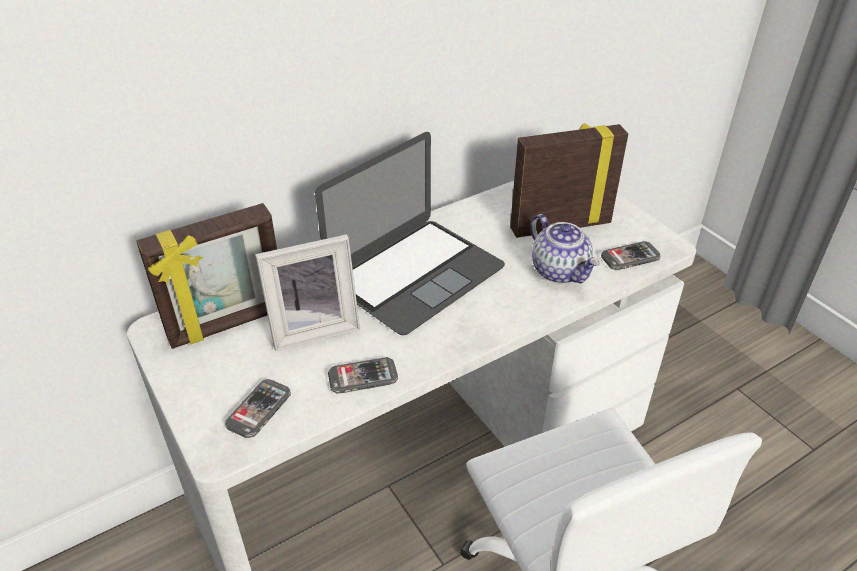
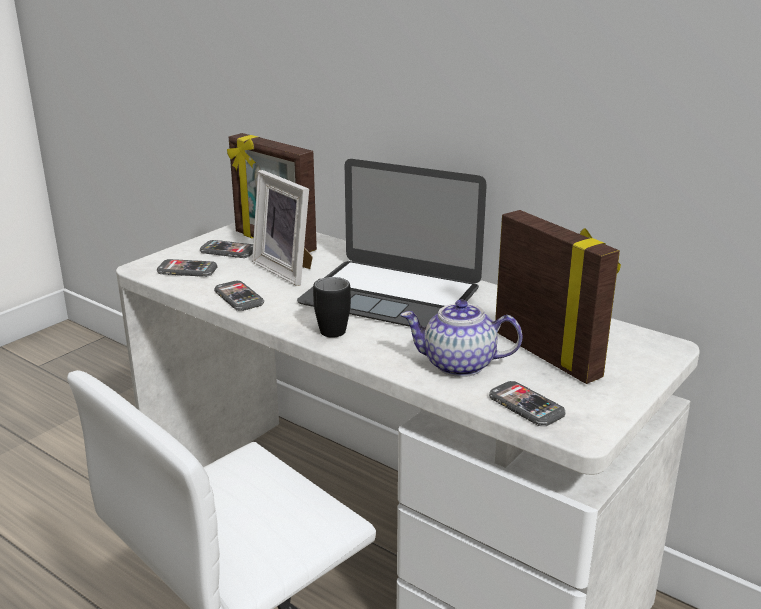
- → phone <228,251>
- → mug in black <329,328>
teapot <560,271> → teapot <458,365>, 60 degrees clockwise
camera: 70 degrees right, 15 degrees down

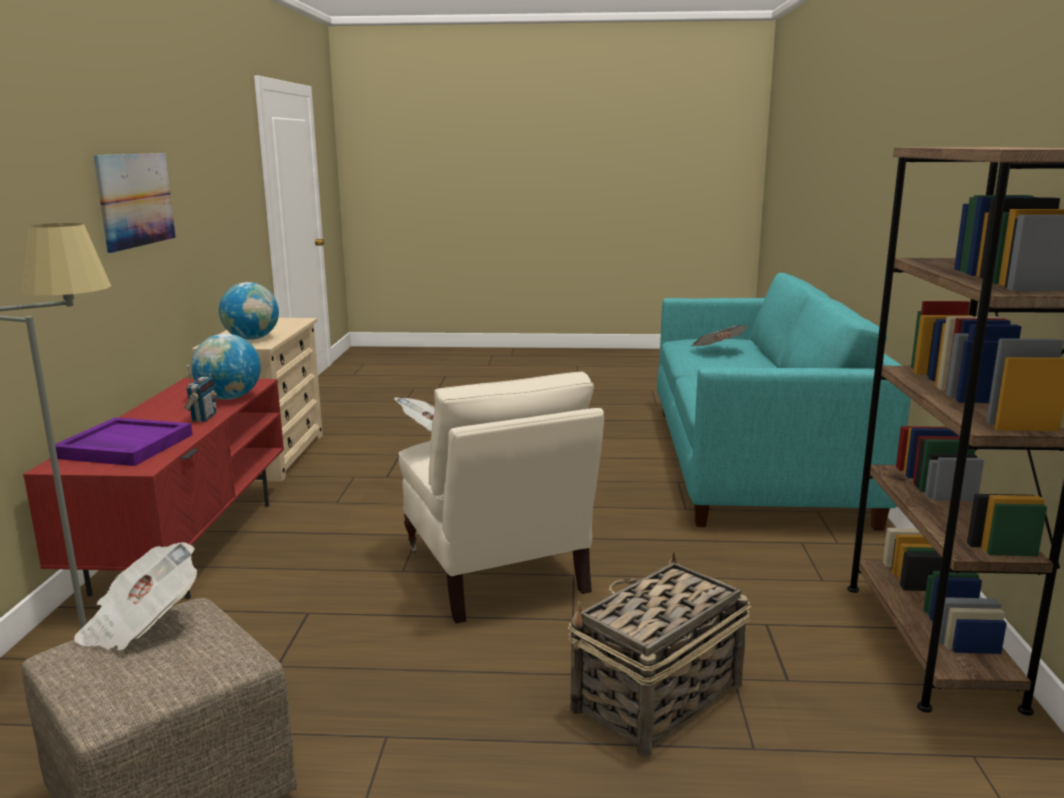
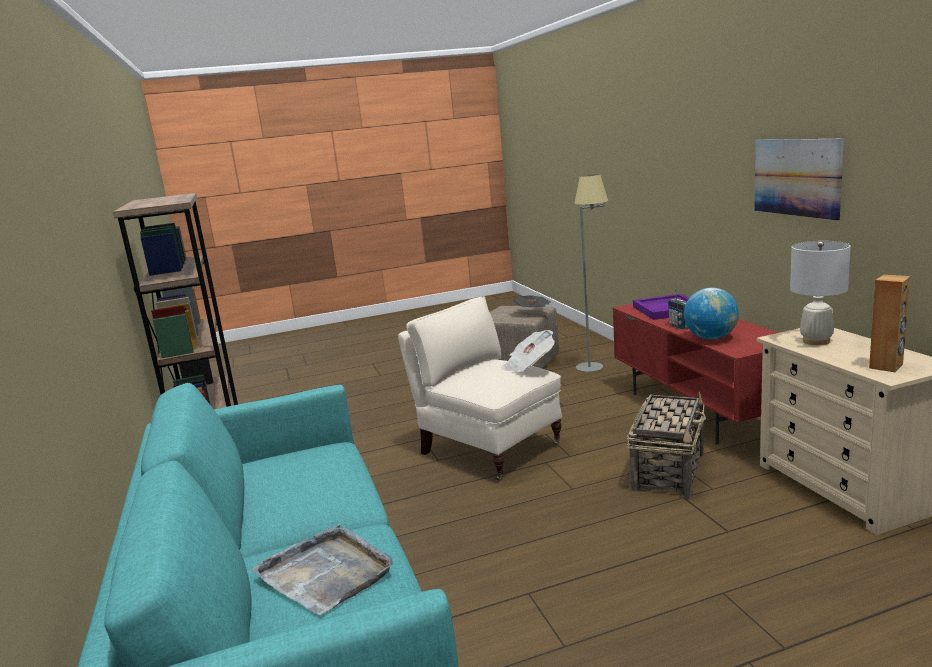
newspaper <717,351> → tray in grey <327,572>
basket <656,698> → basket <668,470>, relocated
globe <252,339> → table lamp in white <815,341>
- → speaker in brown <886,366>
camera: 160 degrees right, 0 degrees up

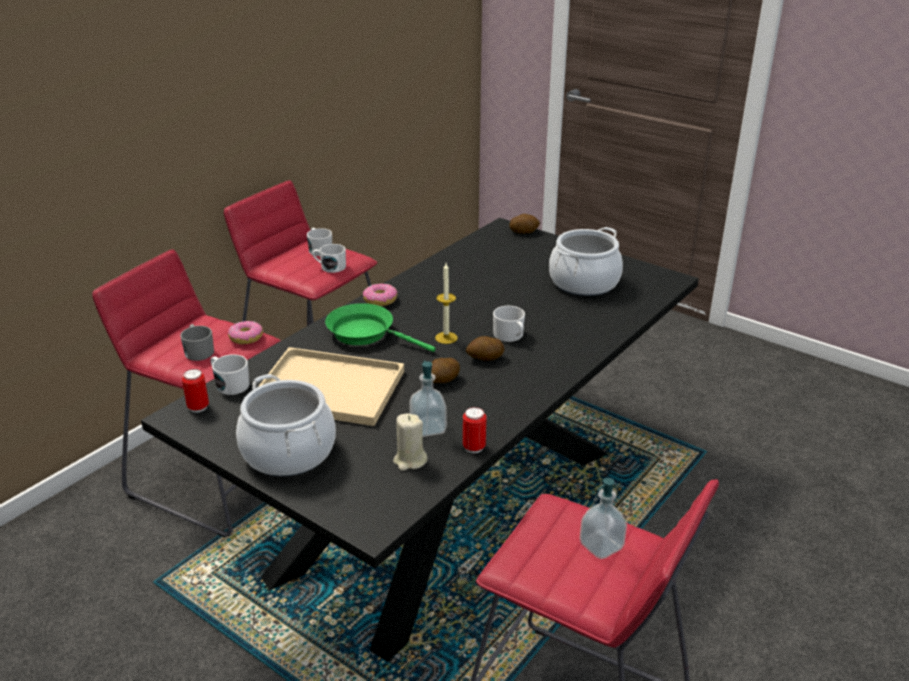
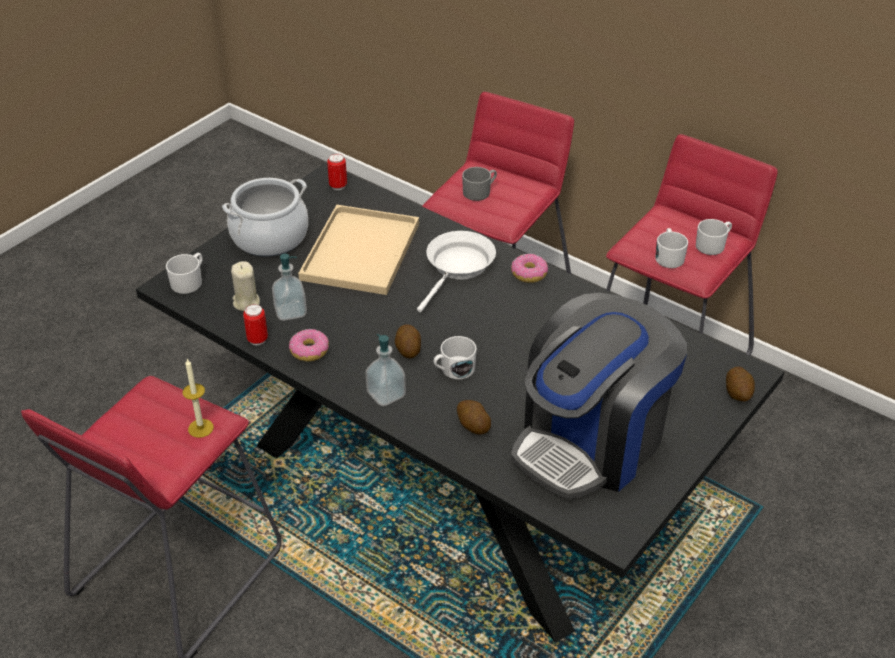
mug in white <229,384> → mug in white <189,281>, relocated
candle <446,338> → candle <200,428>, relocated
donut <246,338> → donut <309,351>, relocated
soap dispenser <601,546> → soap dispenser <386,394>, relocated
frying pan in green <366,333> → frying pan in white <458,267>
potato <442,381> → potato <473,425>, relocated
cooking pot <583,282> → coffee machine <591,442>
camera: 90 degrees right, 10 degrees up

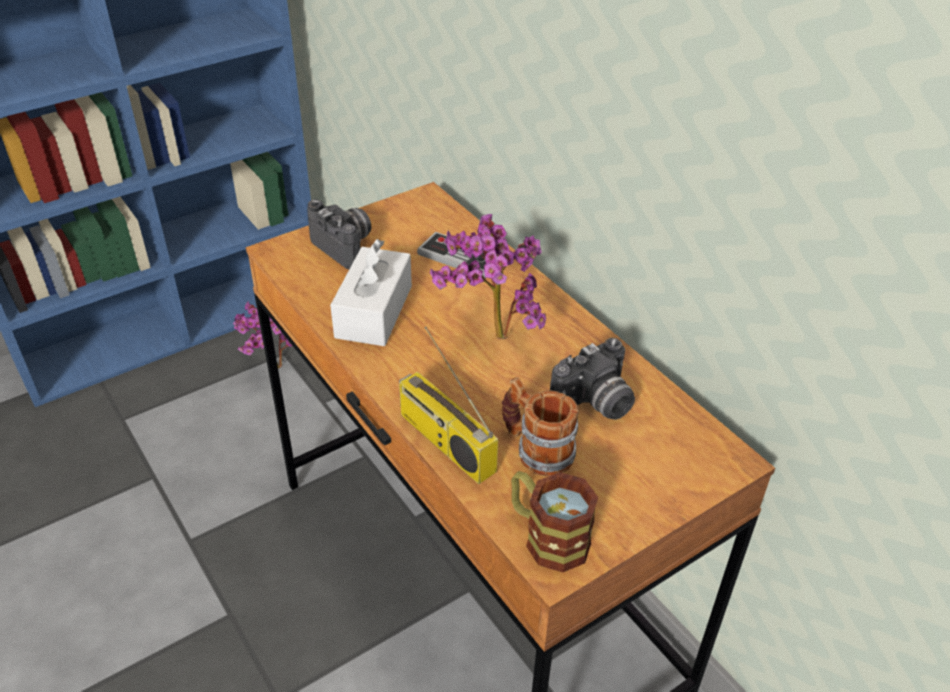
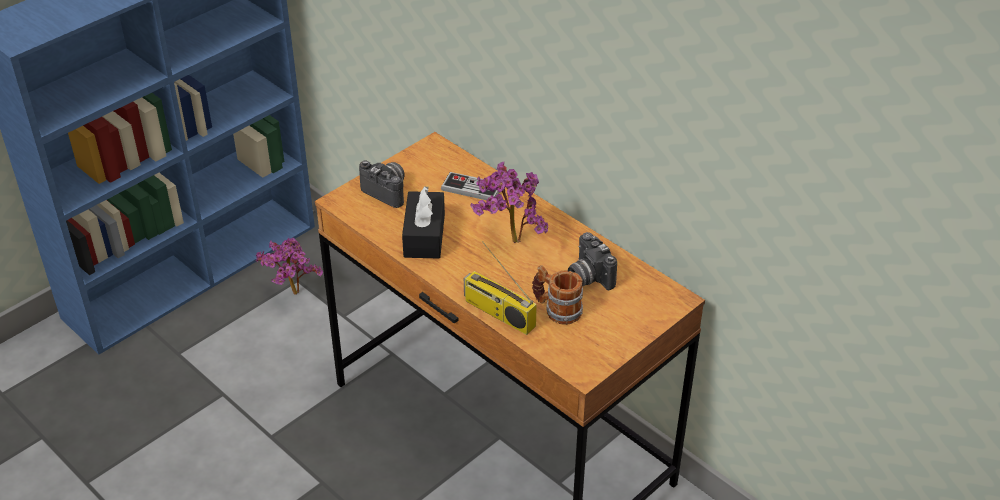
tissue box in white <374,311> → tissue box in black <424,235>
photo camera <594,405> → photo camera <587,277>, 105 degrees clockwise
mug <547,536> → -
camera: 10 degrees left, 0 degrees up

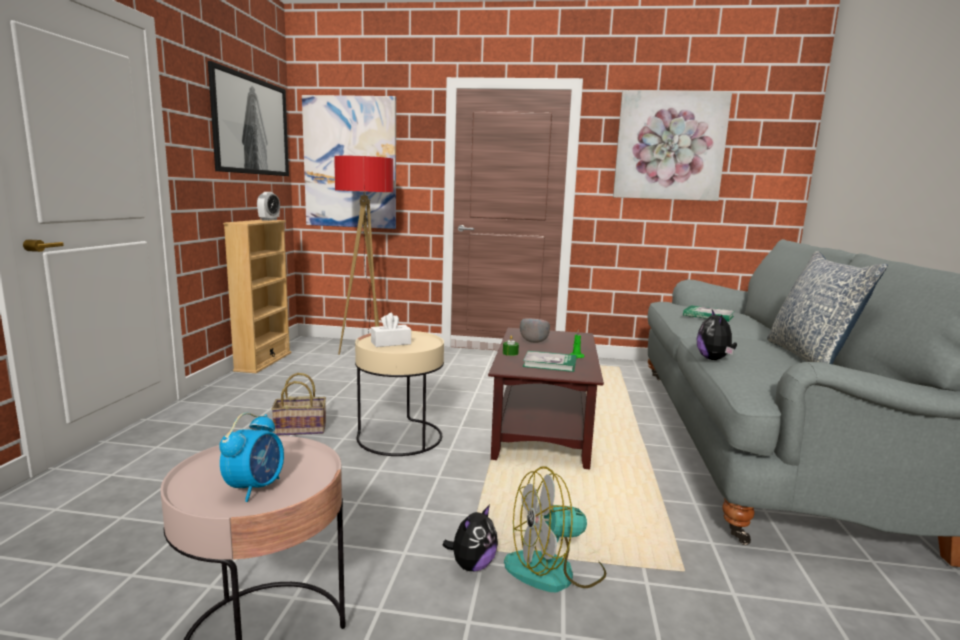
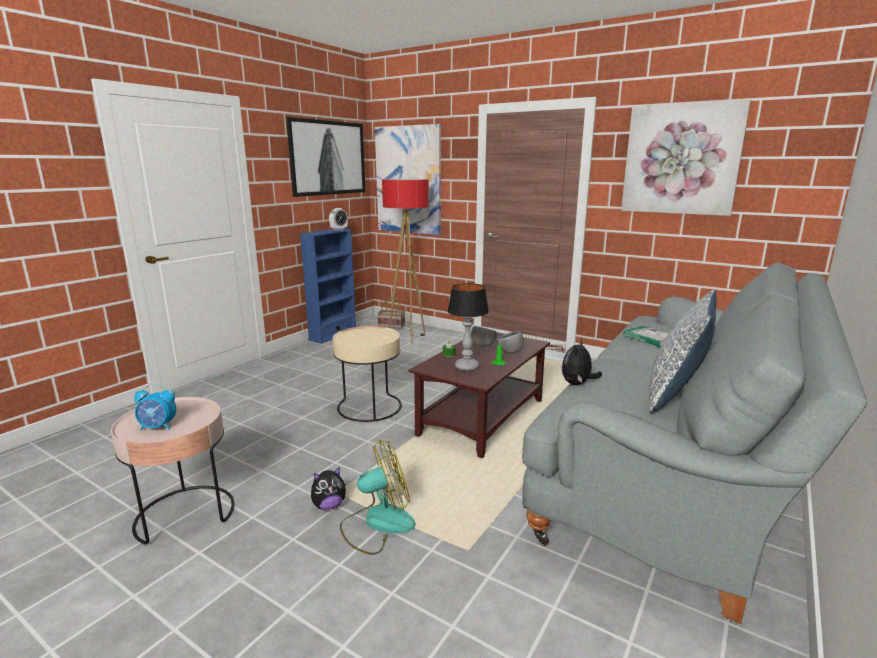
alarm clock <255,487> → alarm clock <158,427>, 45 degrees clockwise
bookcase in beige <263,361> → bookcase in blue <333,334>
fan <555,570> → fan <377,523>, 150 degrees clockwise
basket <301,429> → basket <392,326>, relocated
book <549,363> → table lamp <467,367>
- → bowl in grey <510,352>
tissue box in white <391,343> → -
camera: 25 degrees right, 5 degrees up

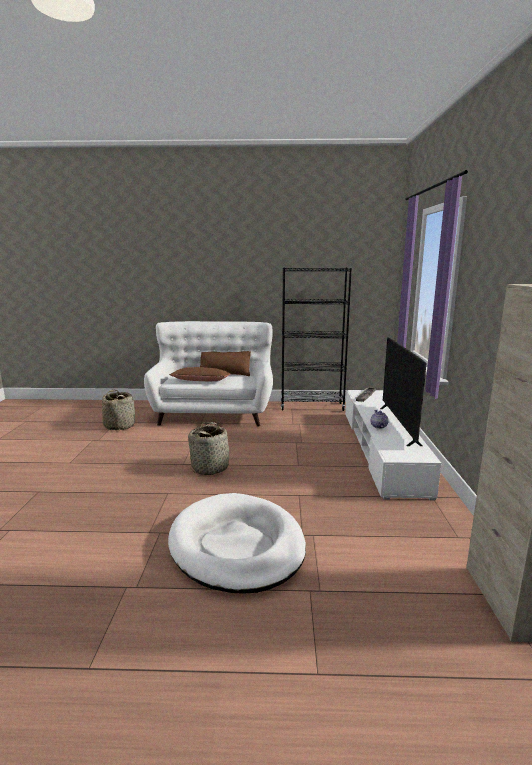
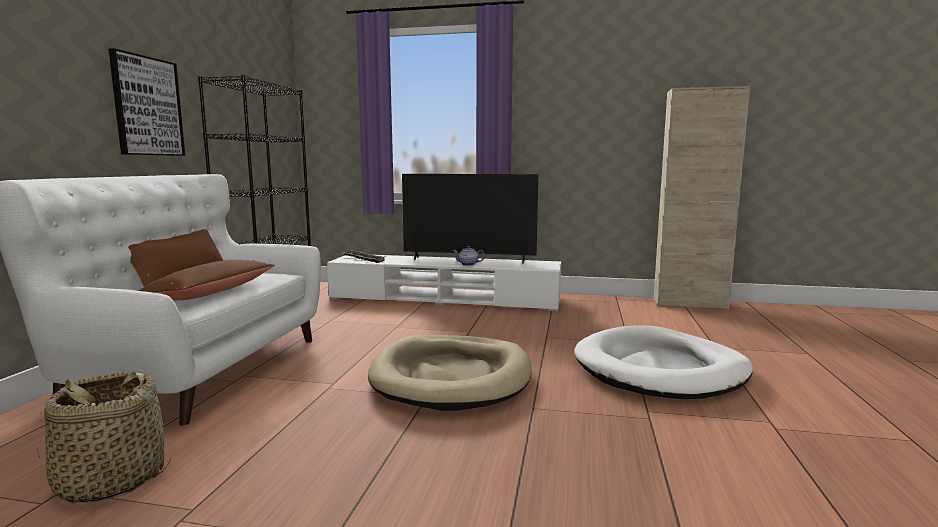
- → picture <147,106>
basket <210,467> → dog bed in beige <451,377>
camera: 80 degrees left, 5 degrees down

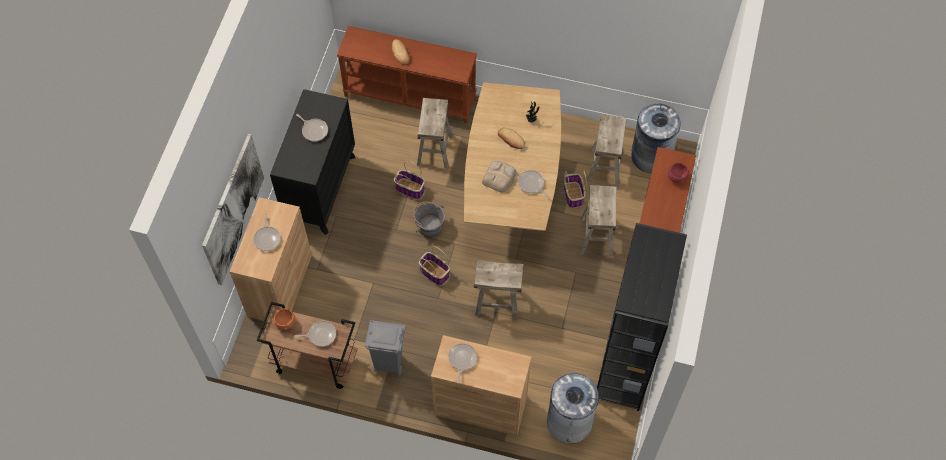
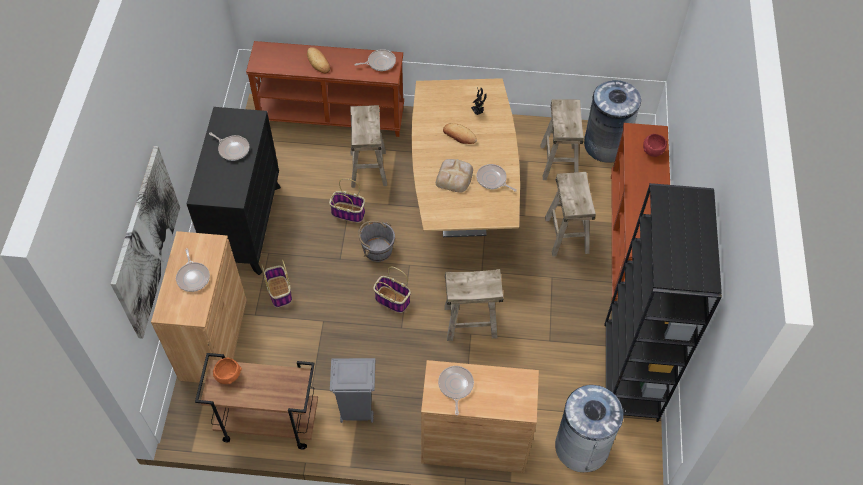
basket <573,195> → basket <279,292>, relocated
frying pan <320,335> → frying pan <380,62>, relocated
camera: 10 degrees left, 5 degrees down

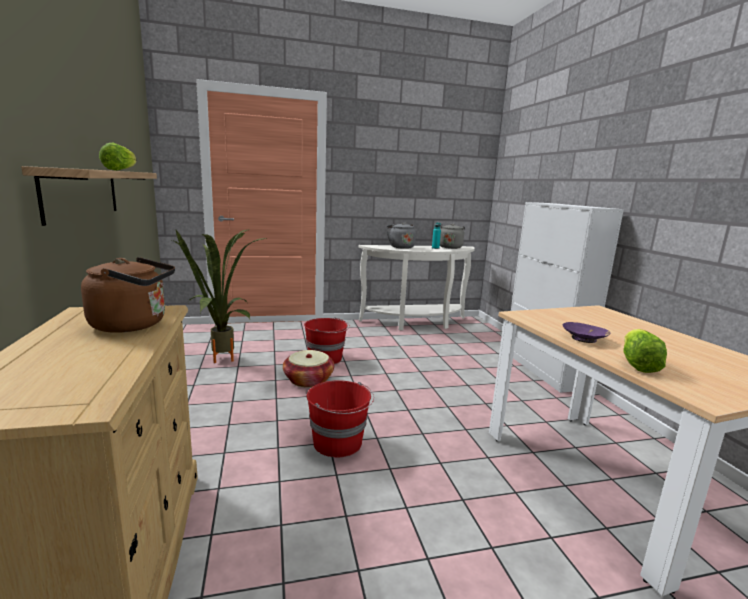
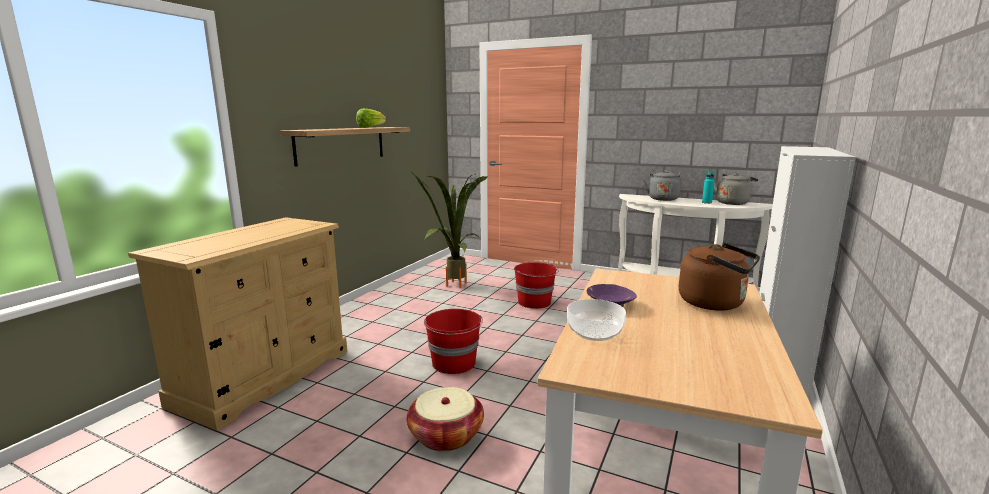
basket <308,380> → basket <446,435>, relocated
lettuce <637,364> → bowl <594,332>
kettle in brown <134,325> → kettle in brown <715,303>, relocated
camera: 40 degrees right, 0 degrees up

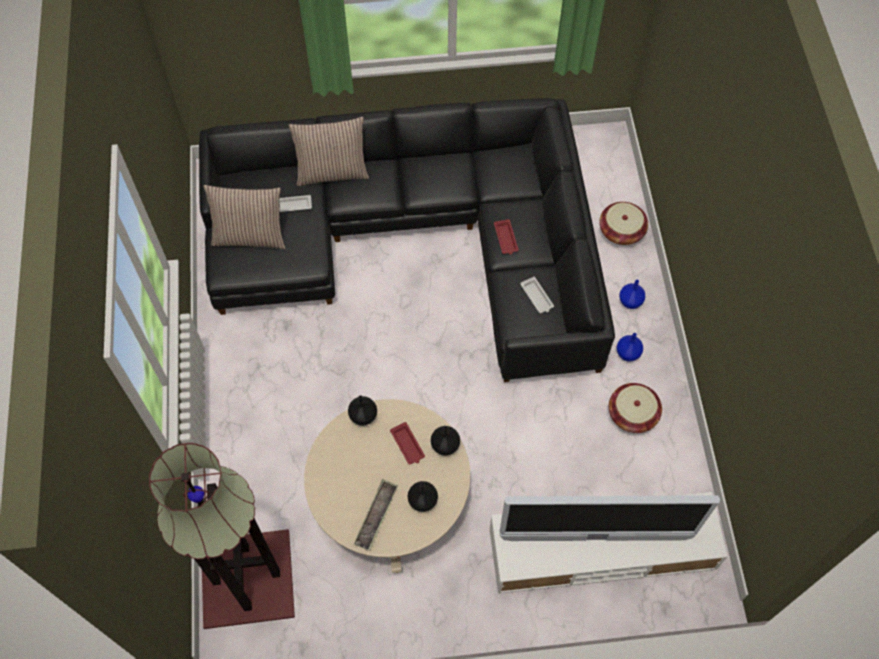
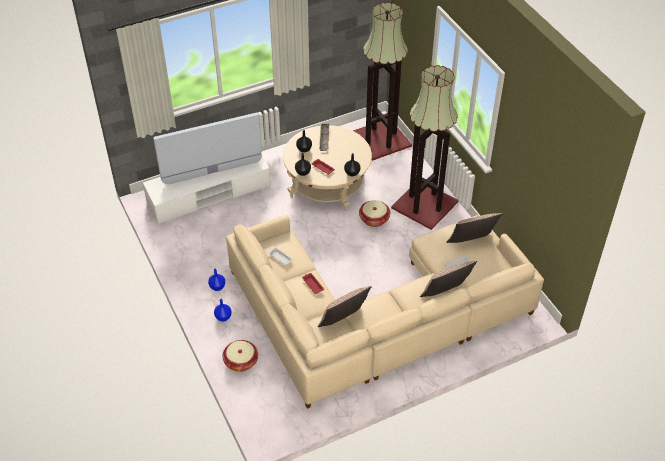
sofa in black <416,238> → sofa in beige <379,315>
- → pillow <344,321>
basket <632,414> → basket <374,219>, relocated
- → floor lamp <425,205>
camera: 160 degrees right, 15 degrees down

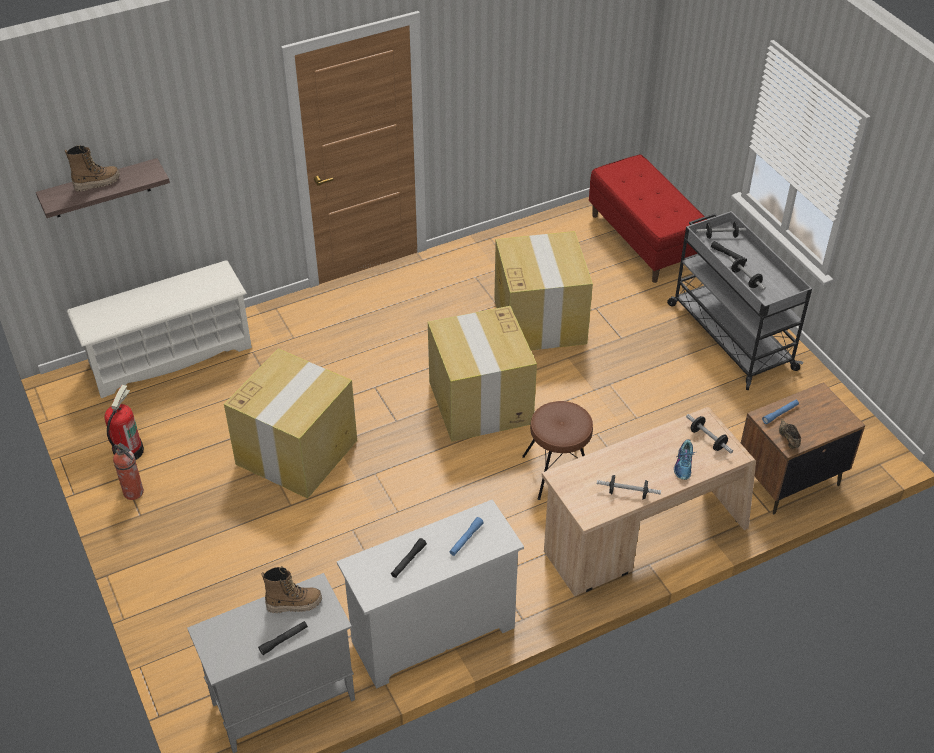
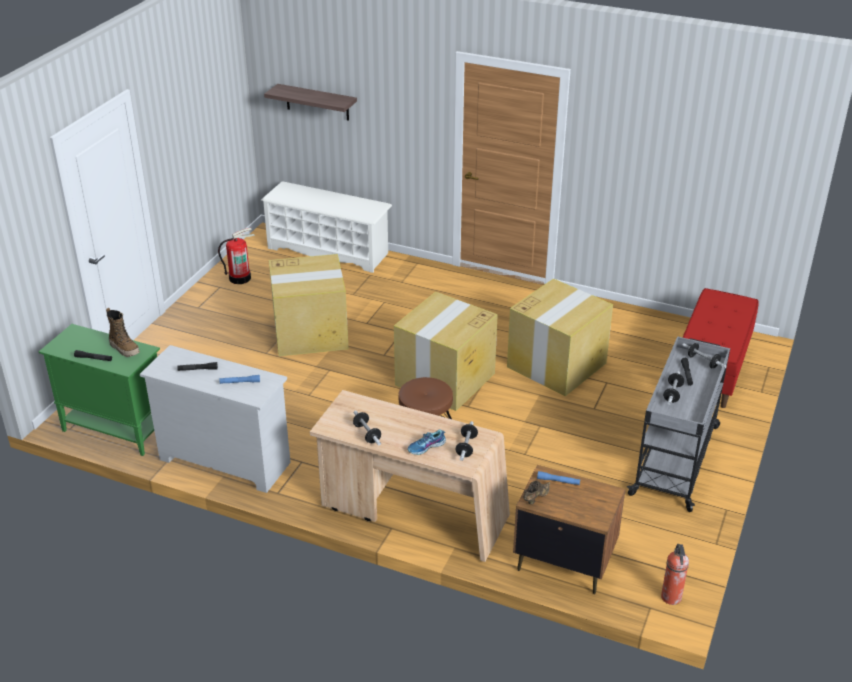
cabinet in grey <282,702> → cabinet in green <114,429>
fire extinguisher <134,493> → fire extinguisher <671,598>, relocated
boot <97,183> → -
camera: 50 degrees right, 10 degrees down

